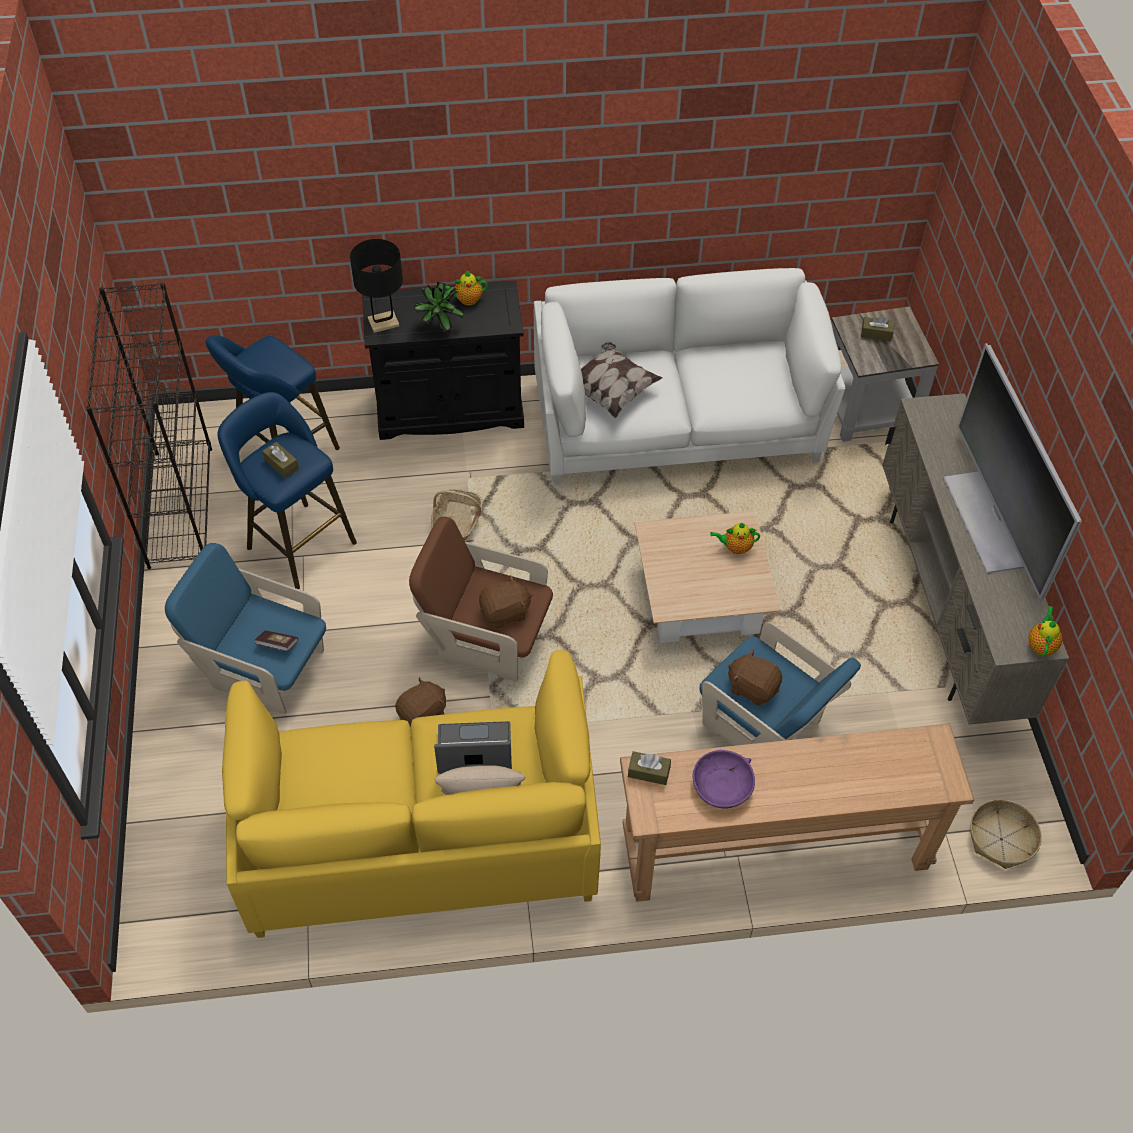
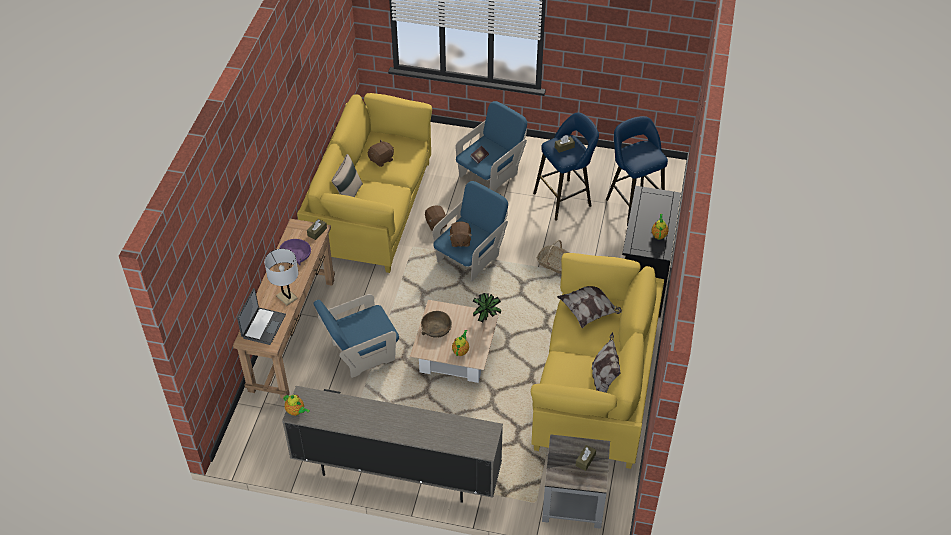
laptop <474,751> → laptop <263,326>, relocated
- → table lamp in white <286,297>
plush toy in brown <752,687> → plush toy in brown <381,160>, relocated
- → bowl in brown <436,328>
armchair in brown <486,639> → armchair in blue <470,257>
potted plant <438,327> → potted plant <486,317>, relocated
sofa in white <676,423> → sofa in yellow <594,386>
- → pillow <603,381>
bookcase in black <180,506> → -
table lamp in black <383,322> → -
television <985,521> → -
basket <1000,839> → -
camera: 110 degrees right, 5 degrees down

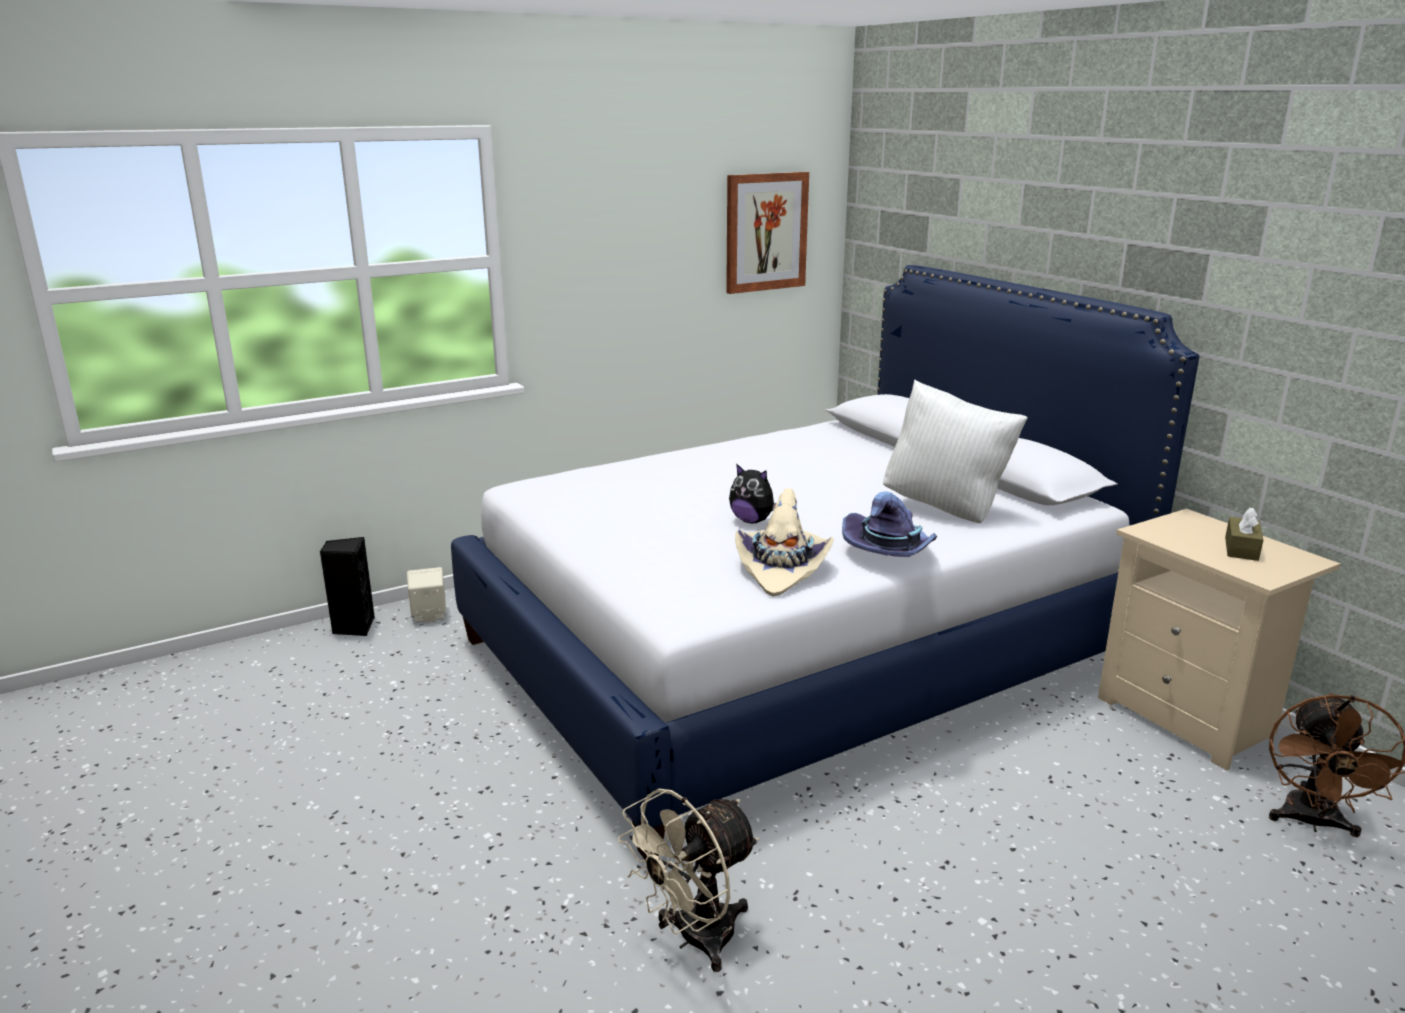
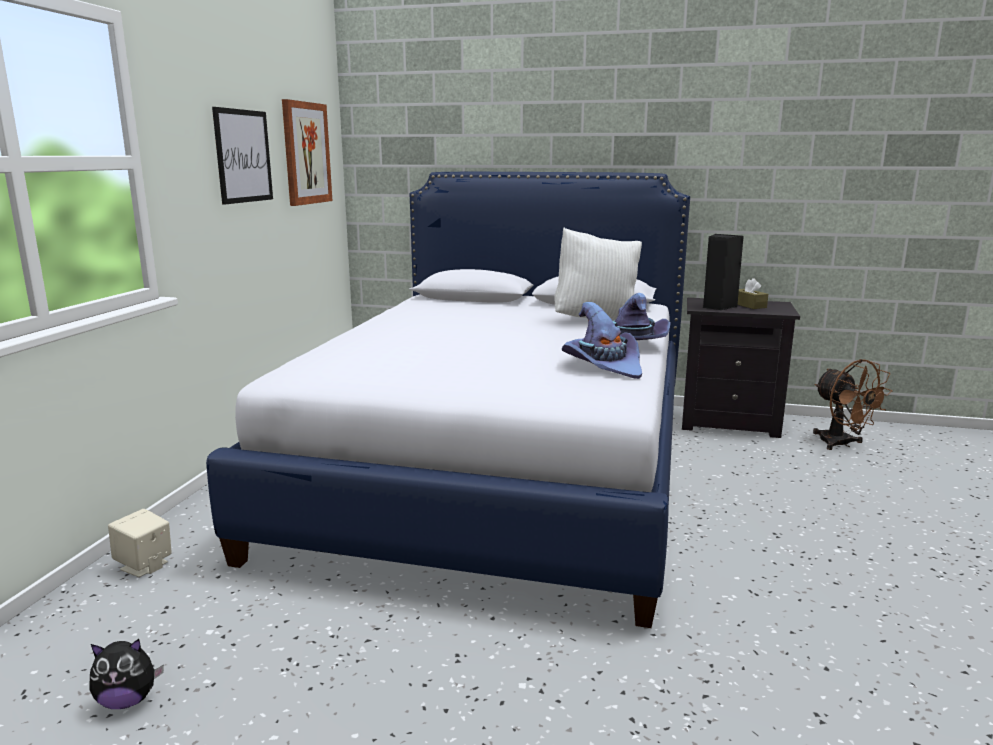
plush toy <752,521> → plush toy <128,700>, relocated
- → picture <243,156>
hat in beige <782,569> → hat in purple <603,366>
nightstand in beige <1191,718> → nightstand in black <729,422>
speaker in black <353,627> → speaker in black <717,307>, relocated
fan in beige <694,940> → -
camera: 45 degrees left, 5 degrees down

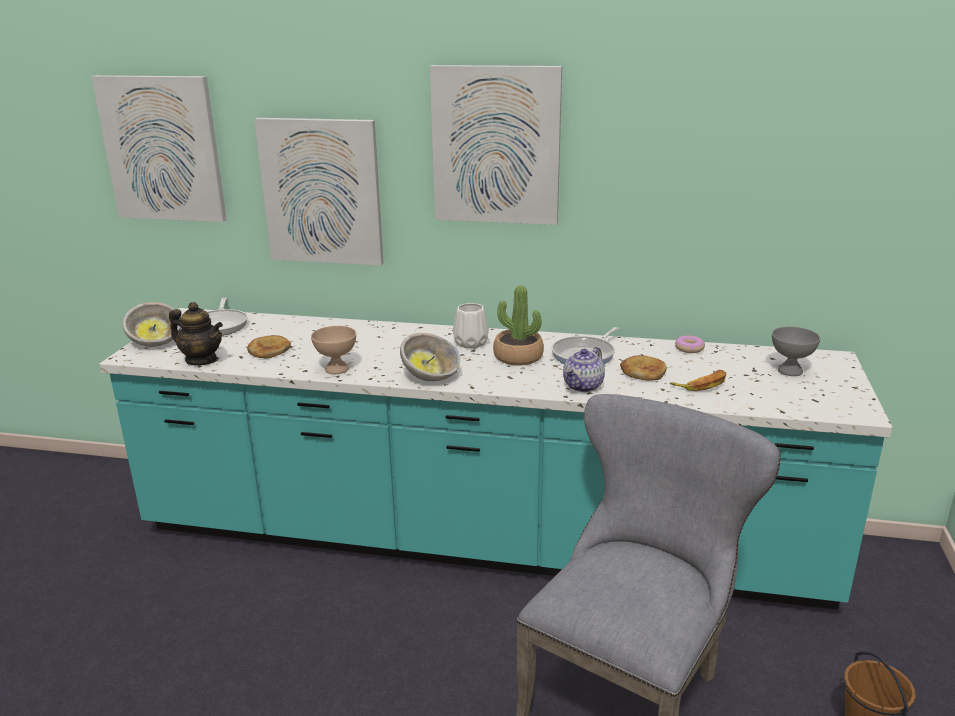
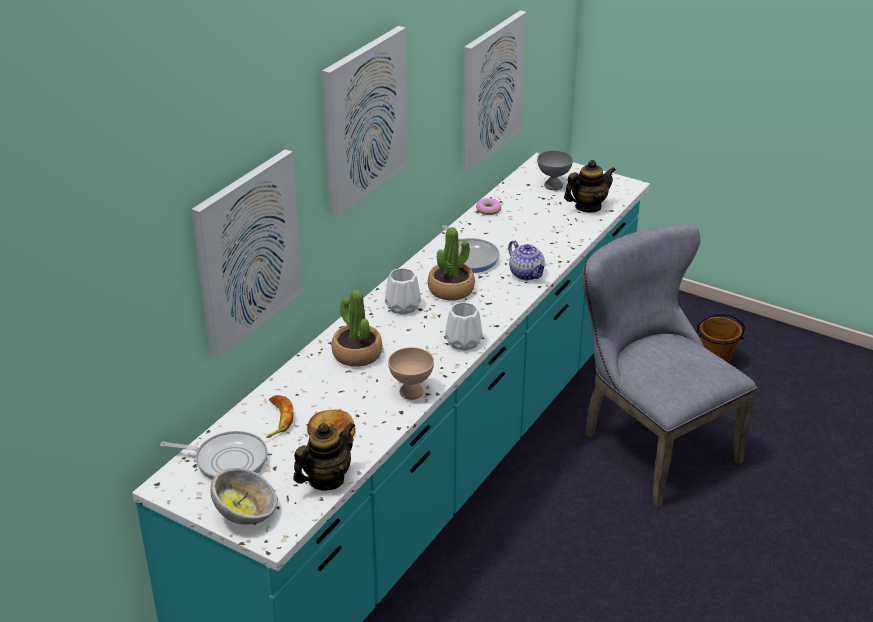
banana <701,384> → banana <277,419>, relocated
- → potted plant <357,354>
bowl <431,376> → vase in white <462,342>
picture <163,149> → picture <491,90>, relocated
- → teapot <588,207>
bread <643,371> → -
camera: 70 degrees left, 10 degrees up

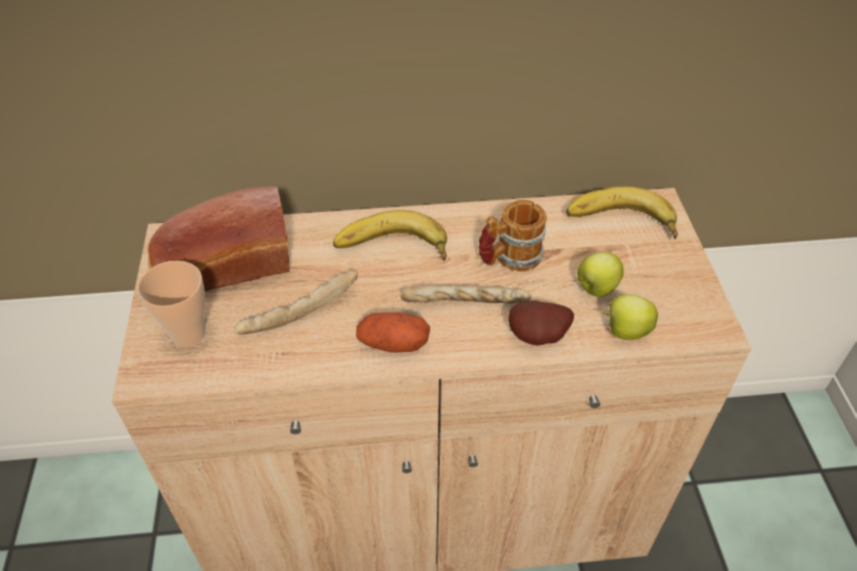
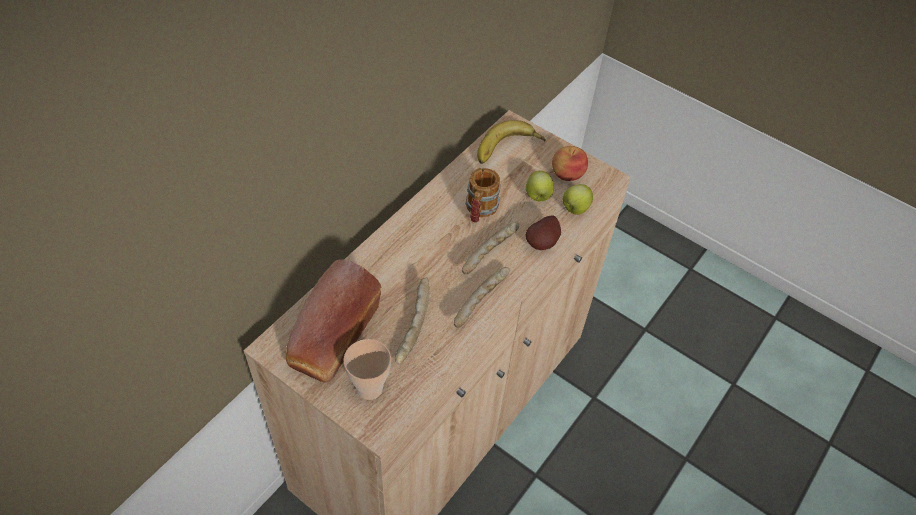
potato <393,343> → bread <482,302>
- → apple <567,173>
banana <392,250> → -
camera: 50 degrees left, 5 degrees up

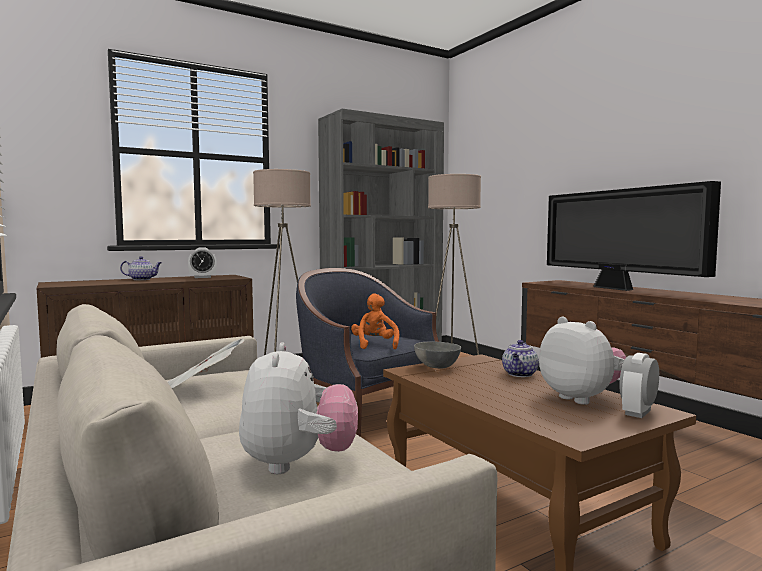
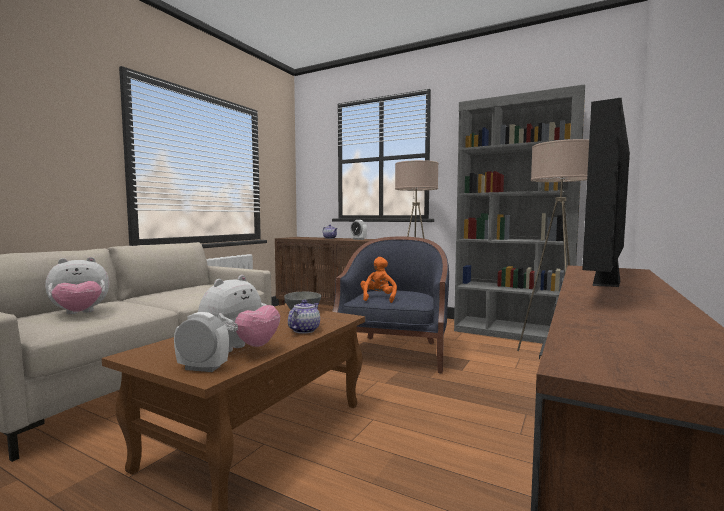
teapot <520,374> → teapot <304,330>, 120 degrees clockwise
plush toy in orange <375,345> → plush toy in orange <378,298>, 45 degrees counterclockwise
newspaper <200,388> → -
camera: 60 degrees right, 0 degrees up

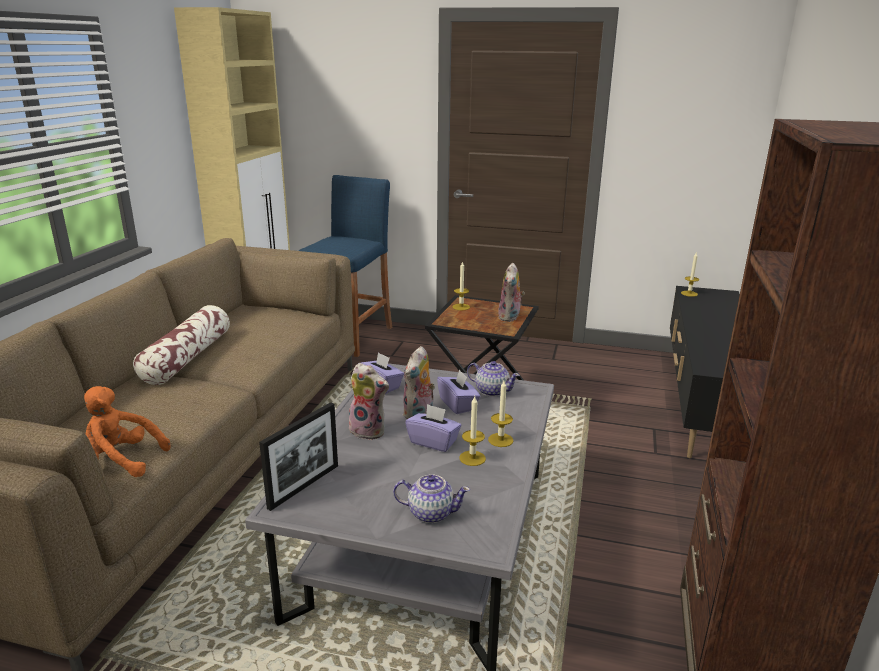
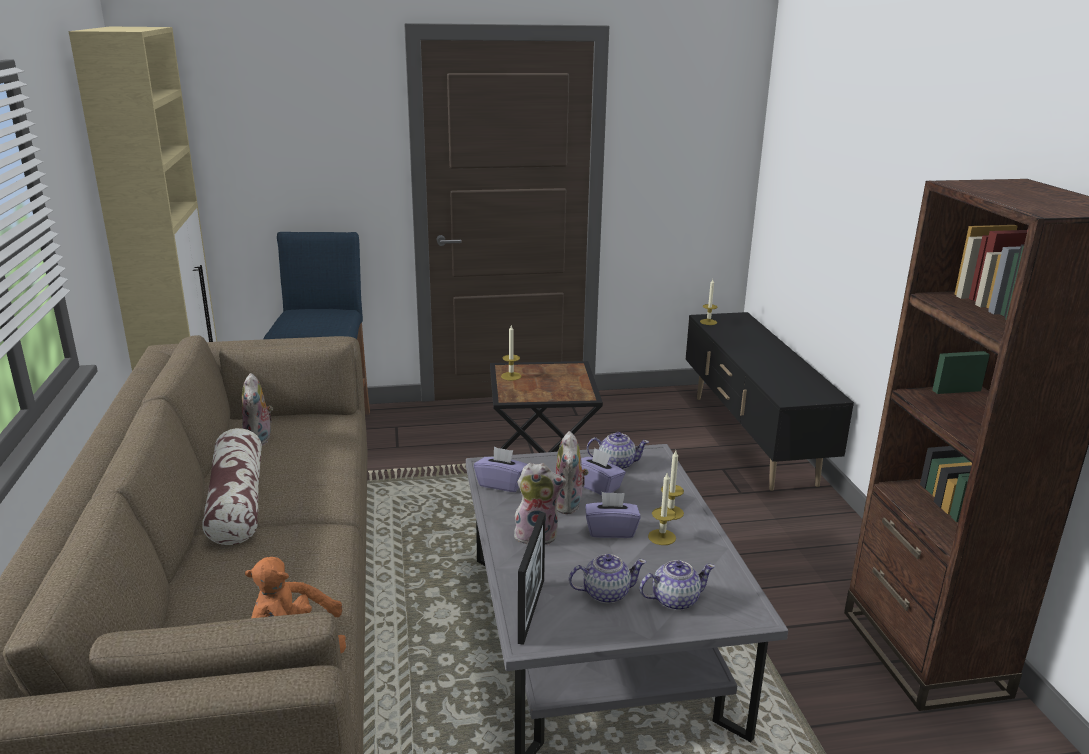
plush toy <510,317> → plush toy <260,440>, relocated
- → teapot <605,593>
camera: 25 degrees left, 0 degrees up

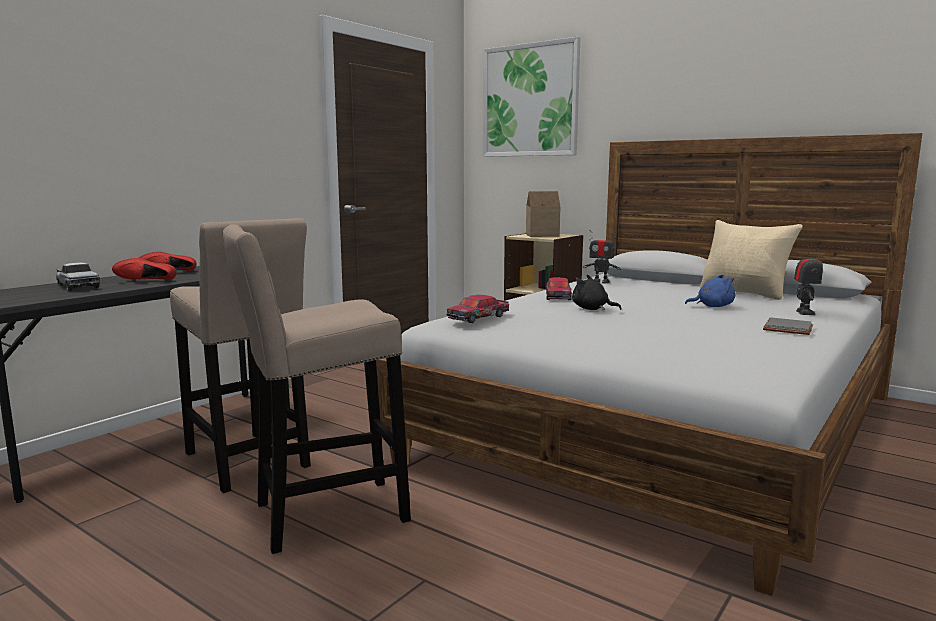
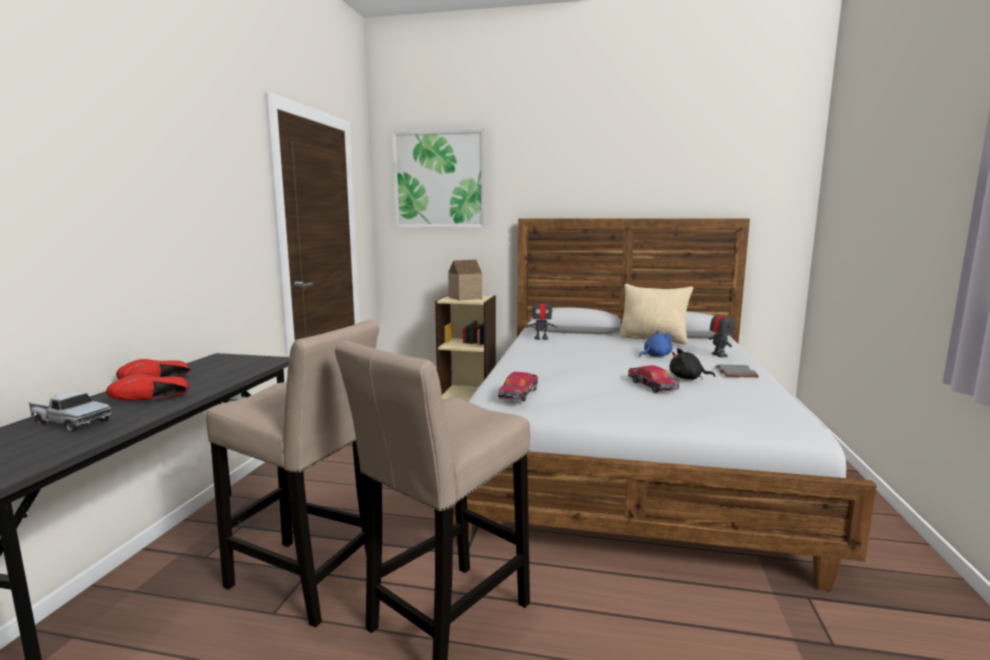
toy car <558,296> → toy car <652,385>, relocated
plush toy in black <592,309> → plush toy in black <688,378>, relocated
camera: 25 degrees left, 0 degrees up

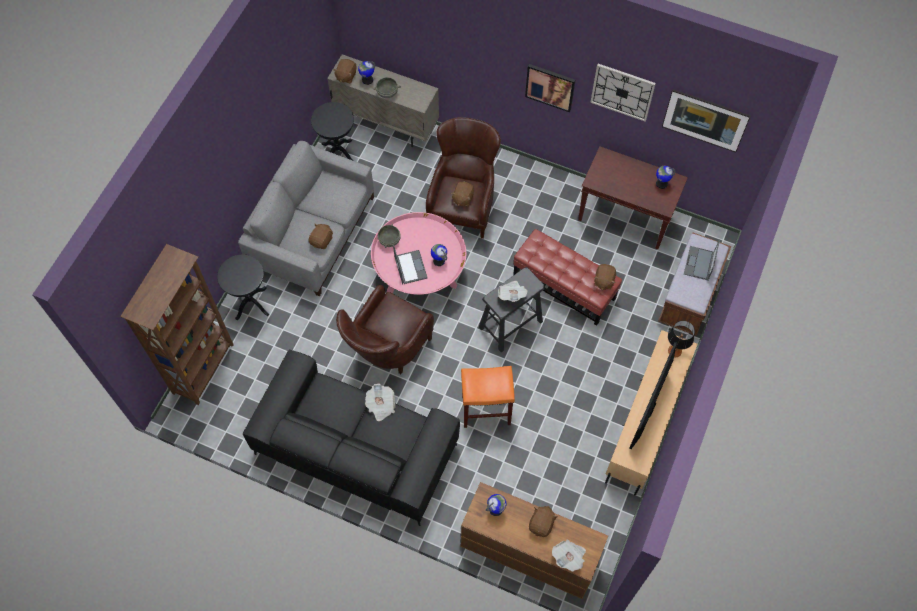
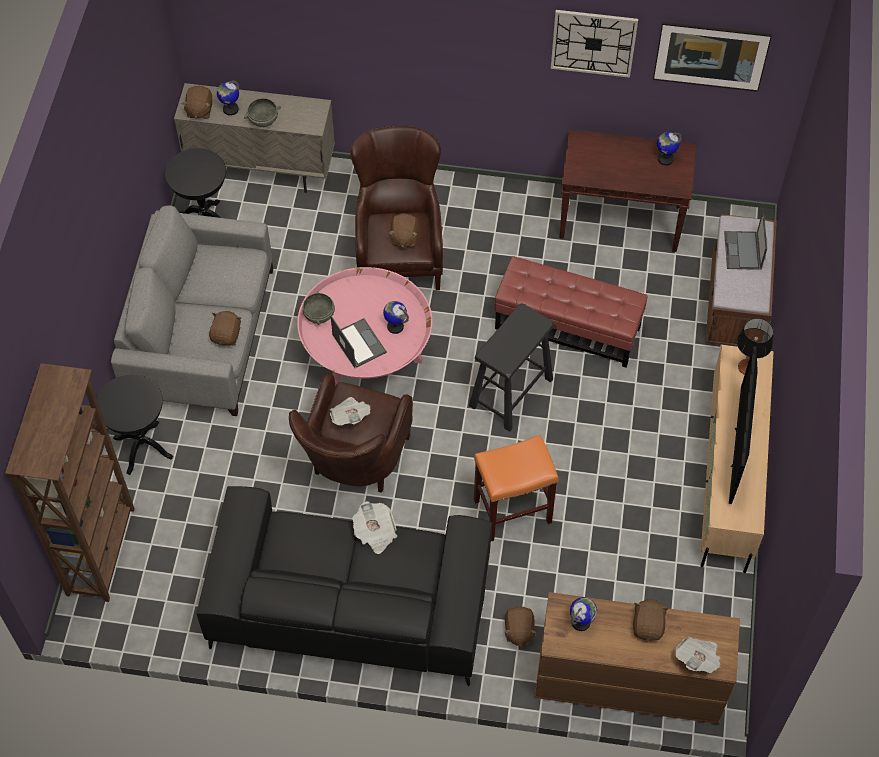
newspaper <512,294> → newspaper <350,416>, relocated
plush toy in brown <603,281> → plush toy in brown <518,631>, relocated
picture <550,87> → -
camera: 15 degrees left, 5 degrees down

